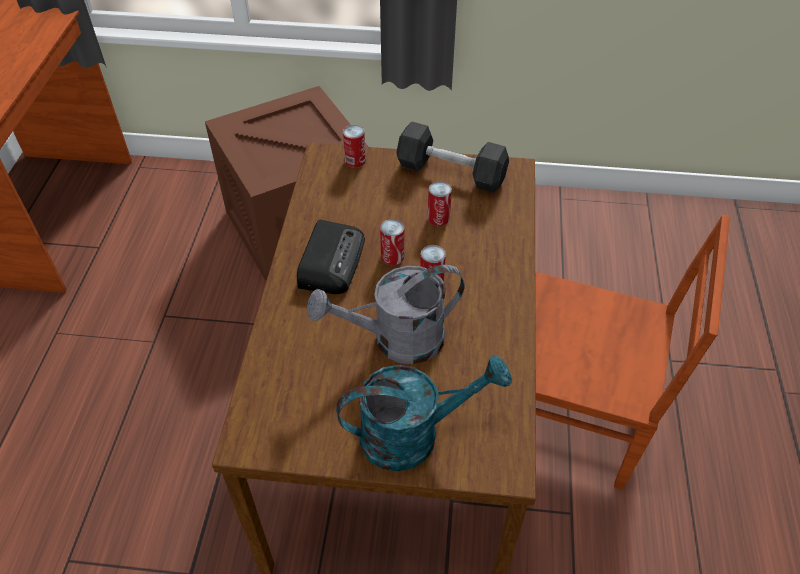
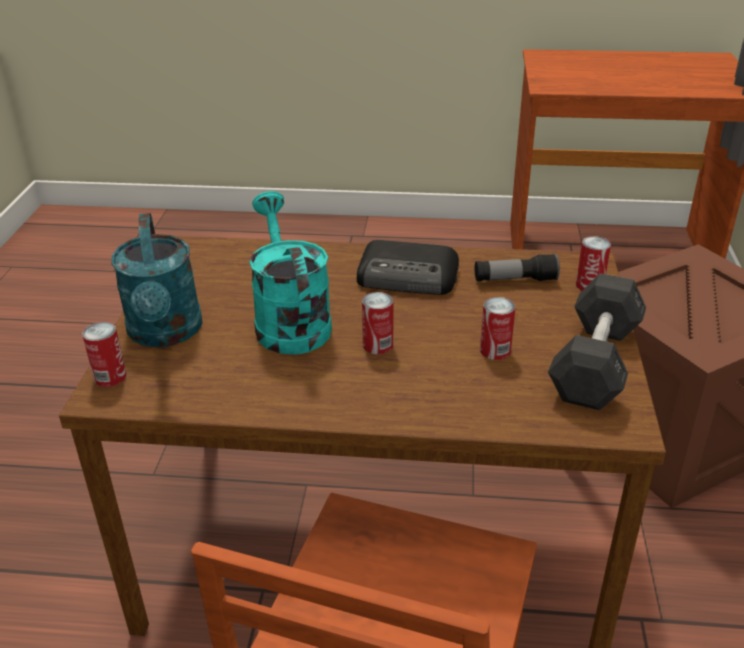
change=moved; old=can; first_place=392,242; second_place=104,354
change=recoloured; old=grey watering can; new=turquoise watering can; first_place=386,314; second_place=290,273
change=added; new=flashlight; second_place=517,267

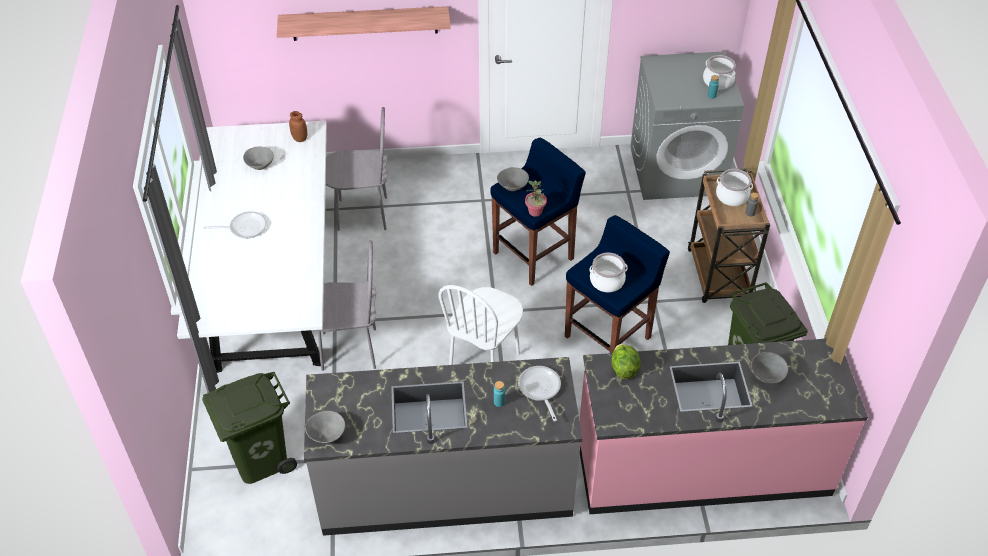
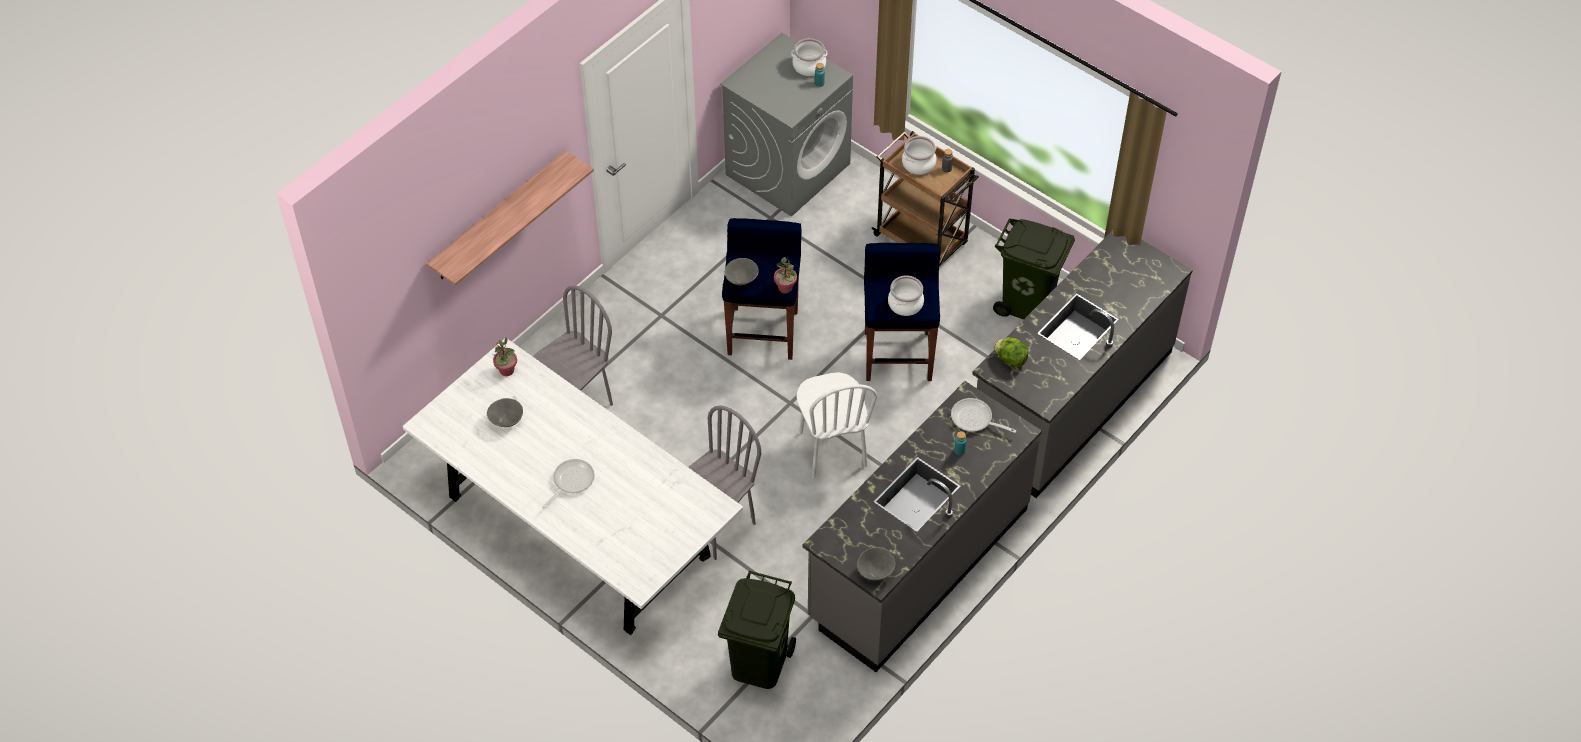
change=replaced; old=brown jar; new=potted plant; first_place=298,126; second_place=505,356
change=recoloured; old=pink counter; new=grey counter; first_place=723,426; second_place=1082,364
change=removed; old=grey bowl; first_place=769,368

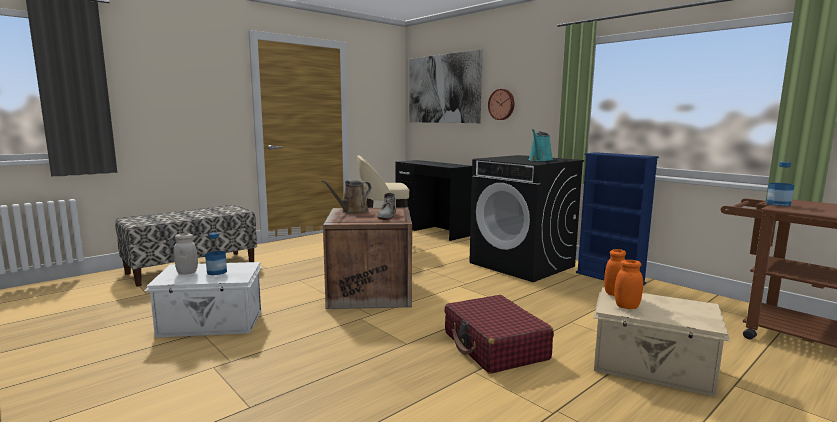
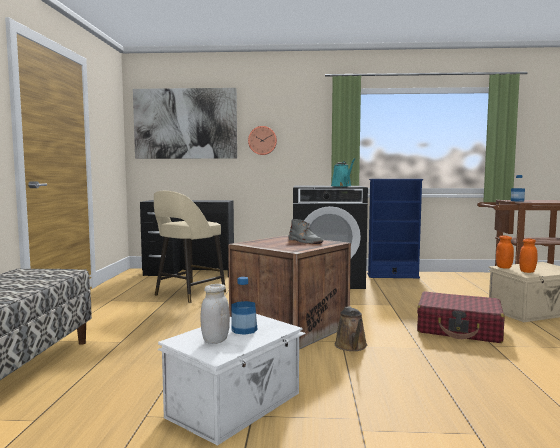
change=moved; old=brown watering can; first_place=346,197; second_place=351,329

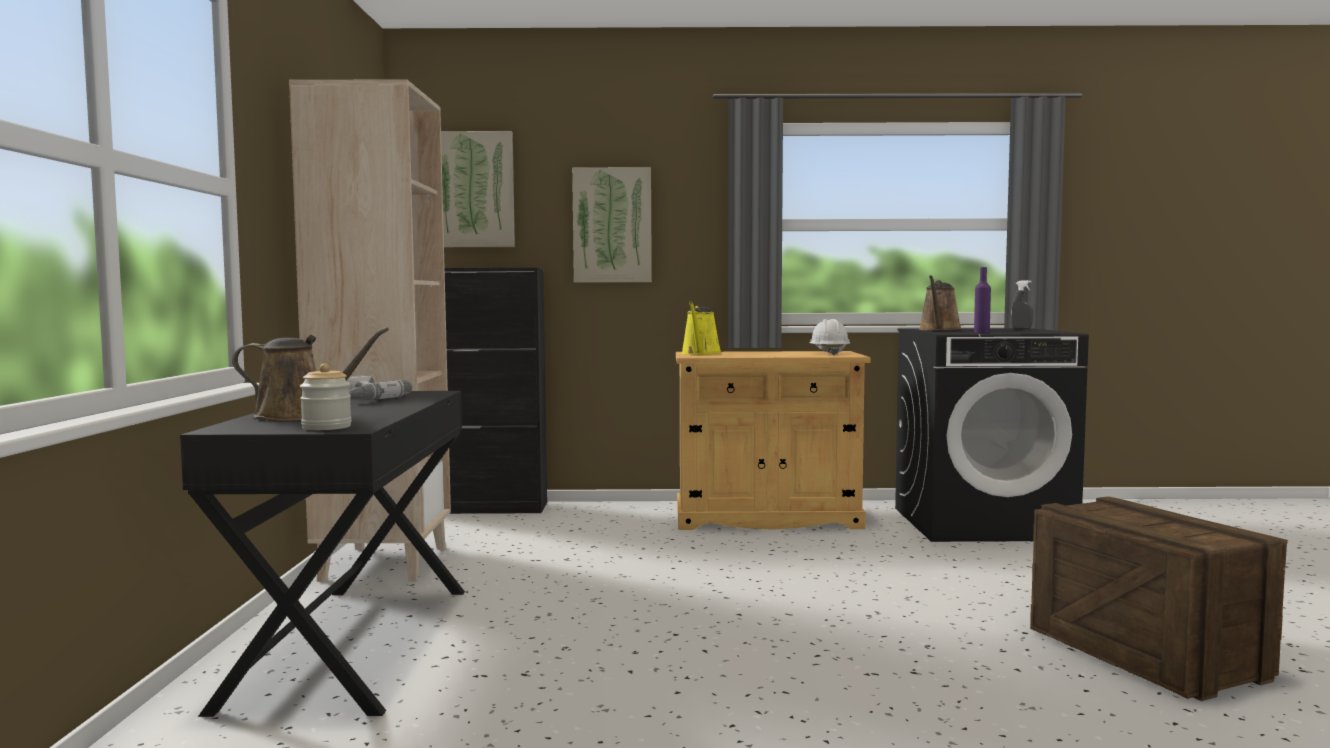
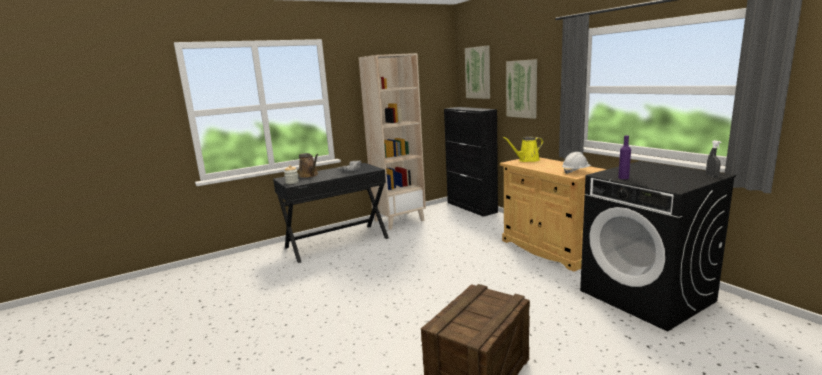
change=removed; old=brown watering can; first_place=940,303

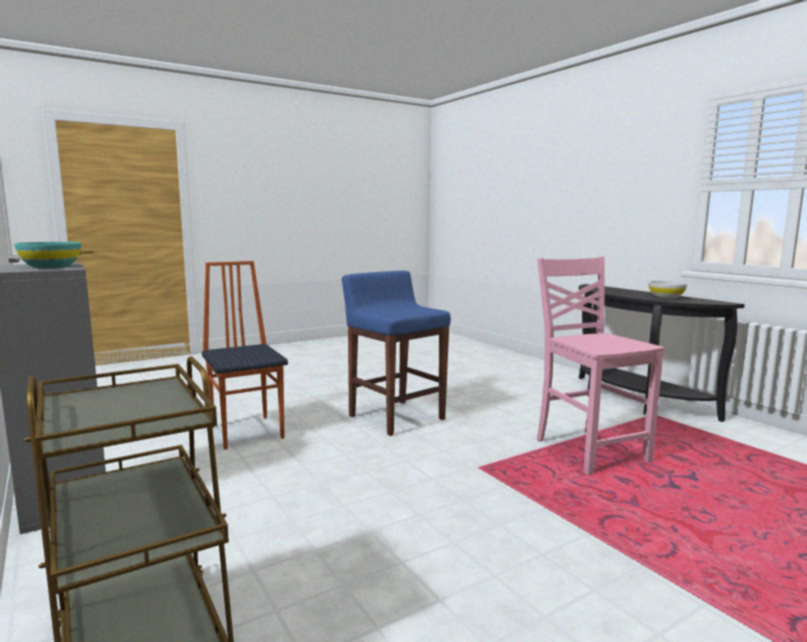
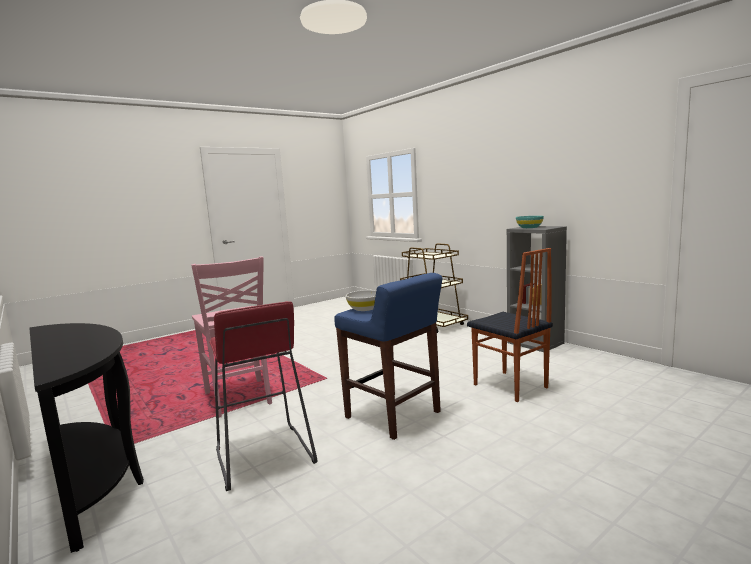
change=added; new=red stool; second_place=263,396
change=moved; old=white bowl; first_place=667,290; second_place=361,300

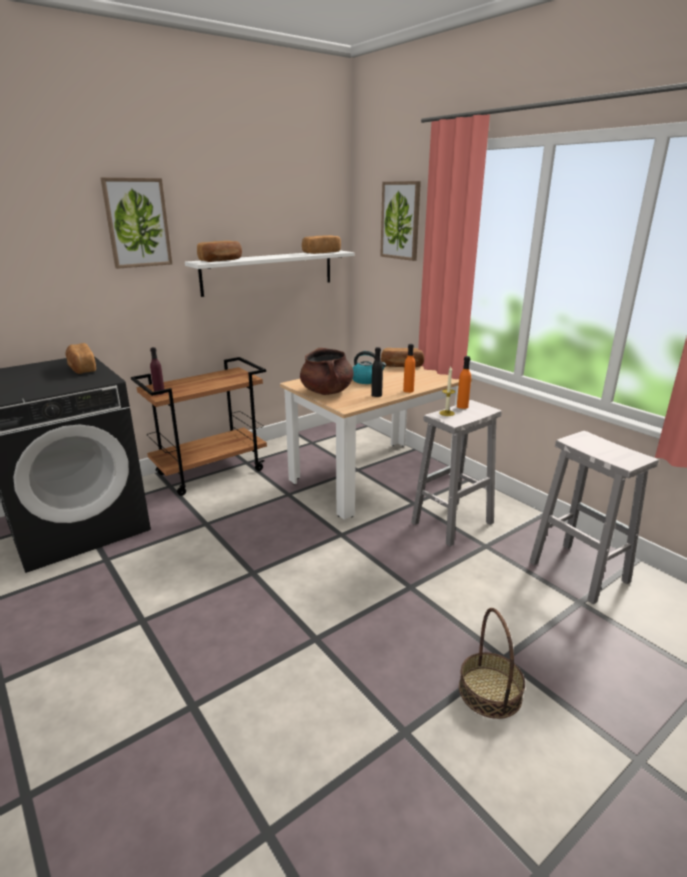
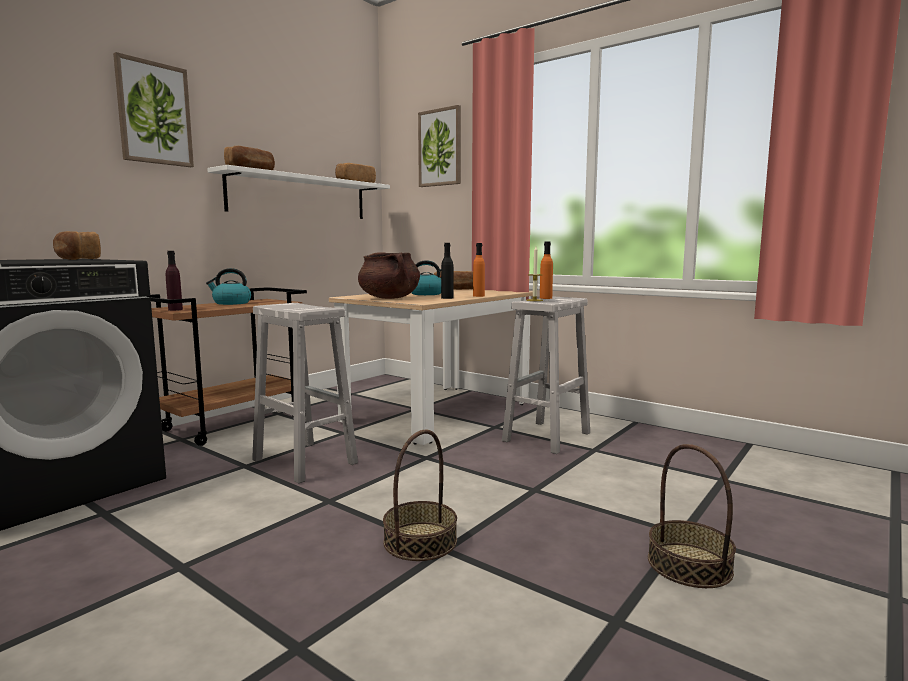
change=added; new=kettle; second_place=228,286
change=moved; old=white stool; first_place=594,517; second_place=305,393
change=added; new=basket; second_place=420,495

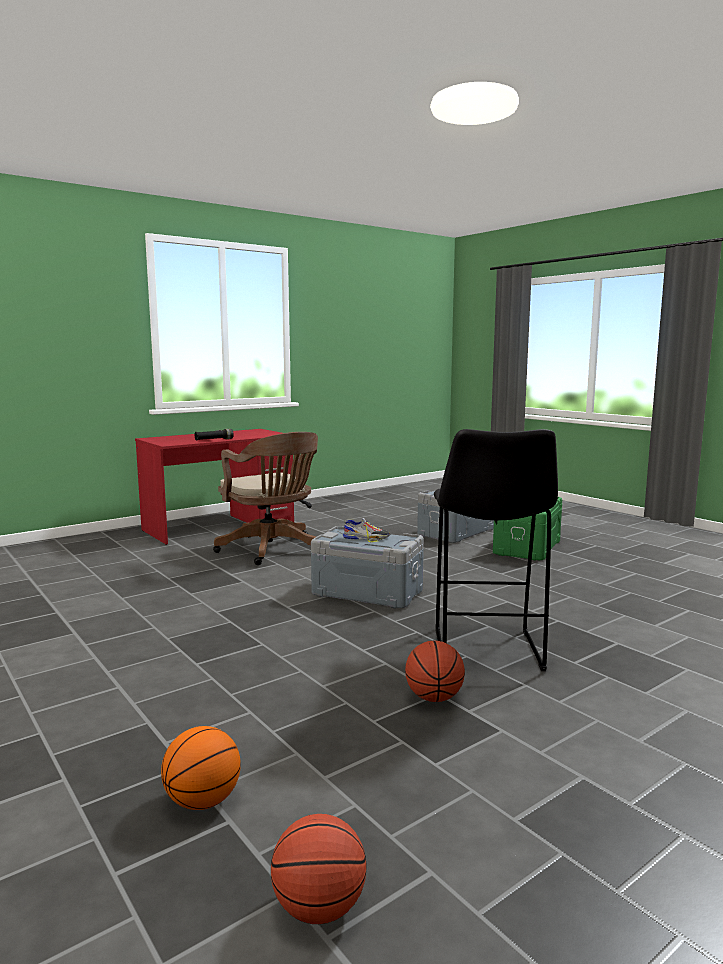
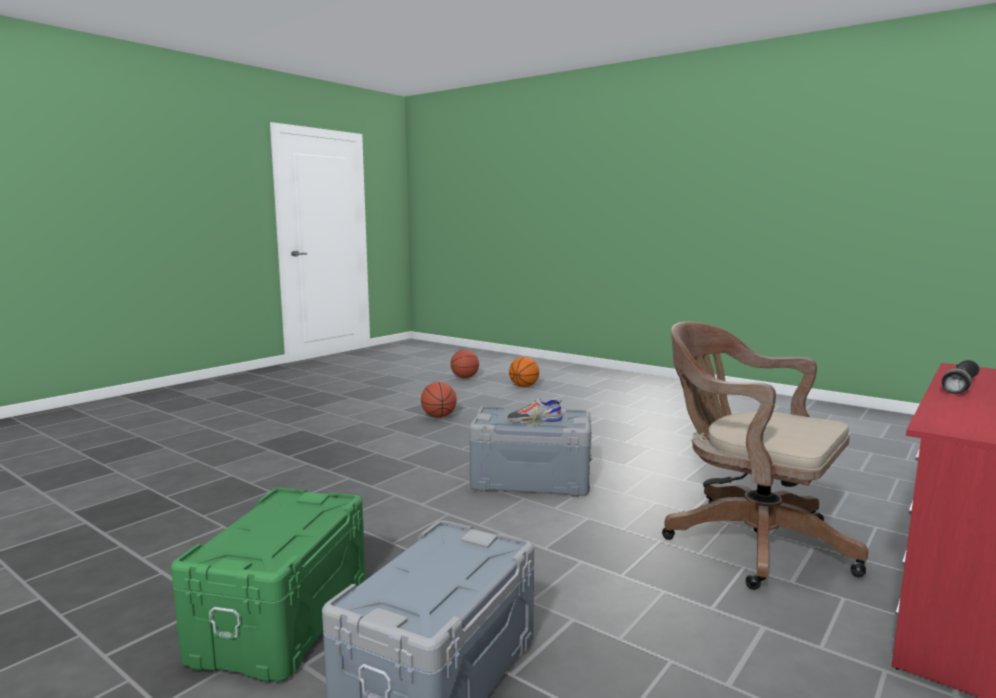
change=removed; old=black stool; first_place=496,550

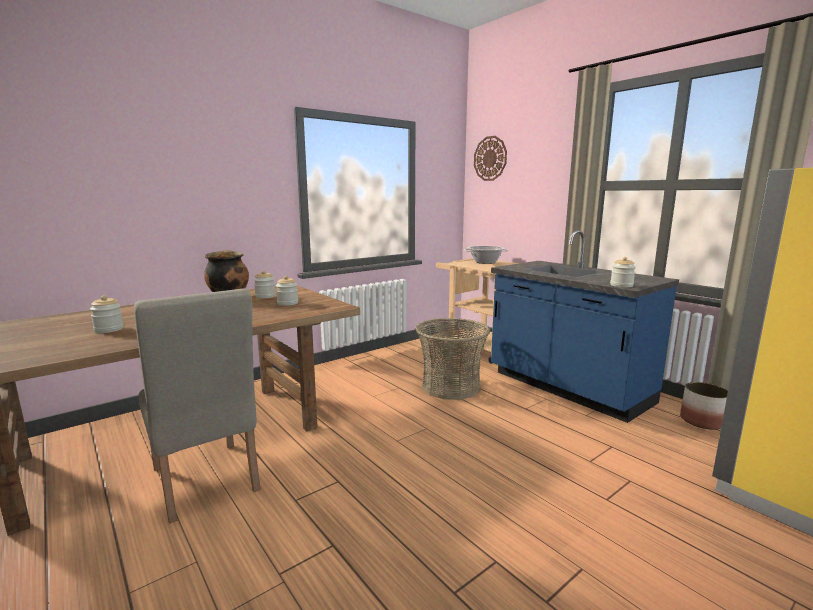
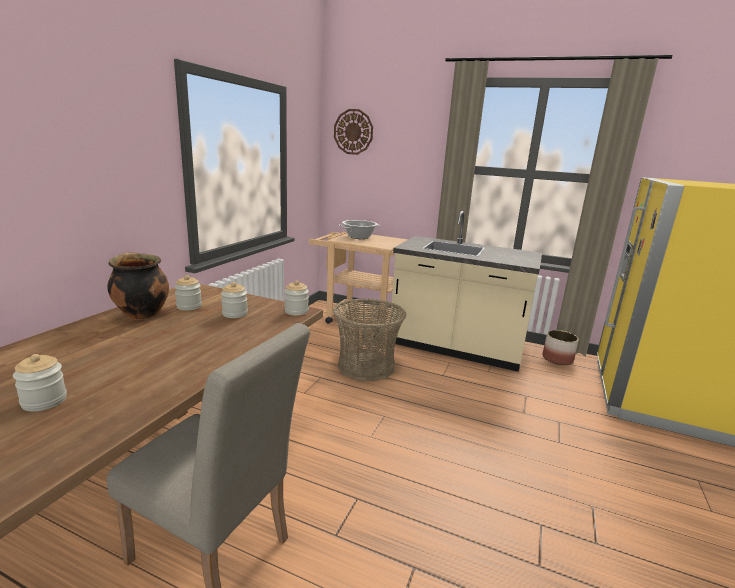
change=moved; old=jar; first_place=623,272; second_place=296,298
change=recoloured; old=blue counter; new=beige counter; first_place=585,326; second_place=466,291

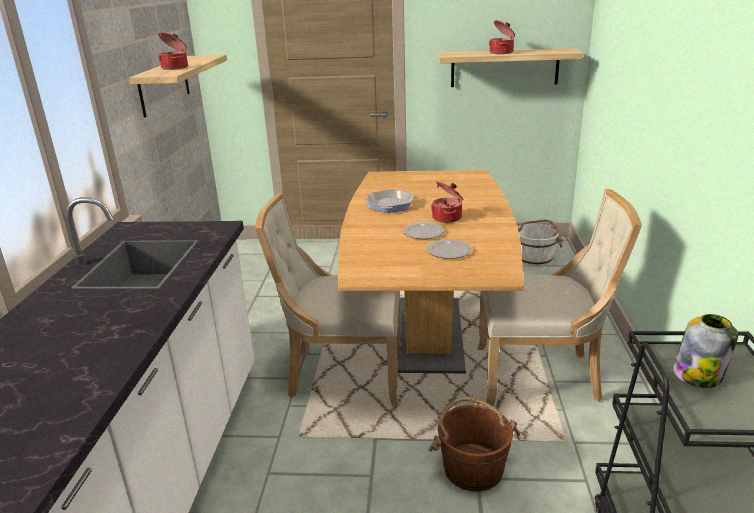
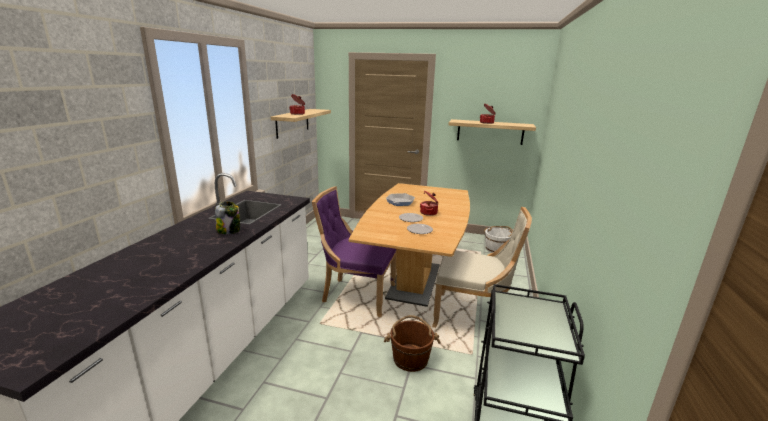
change=moved; old=jar; first_place=705,351; second_place=227,217
change=recoloured; old=beige chair; new=purple chair; first_place=328,299; second_place=354,251

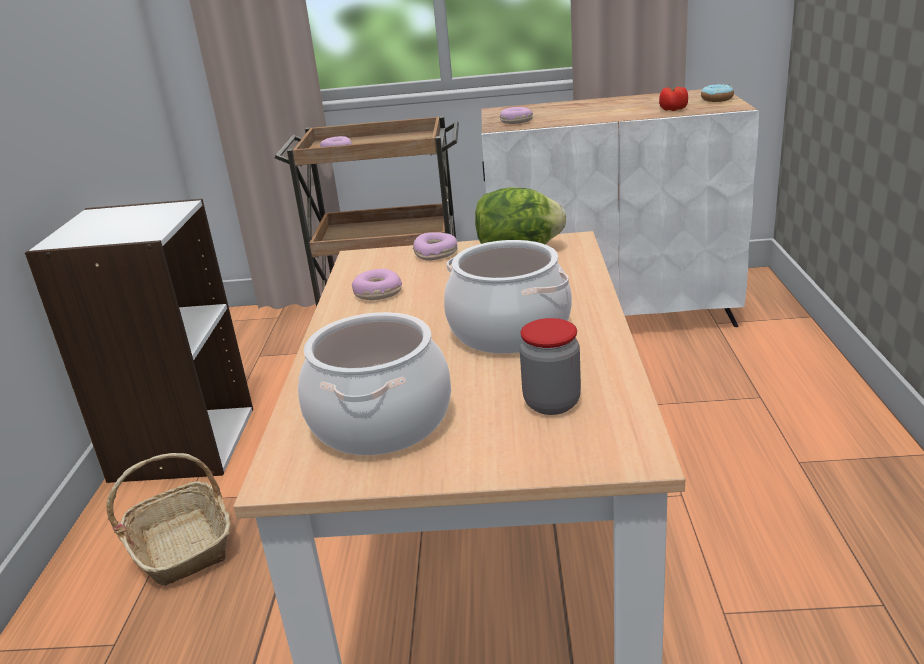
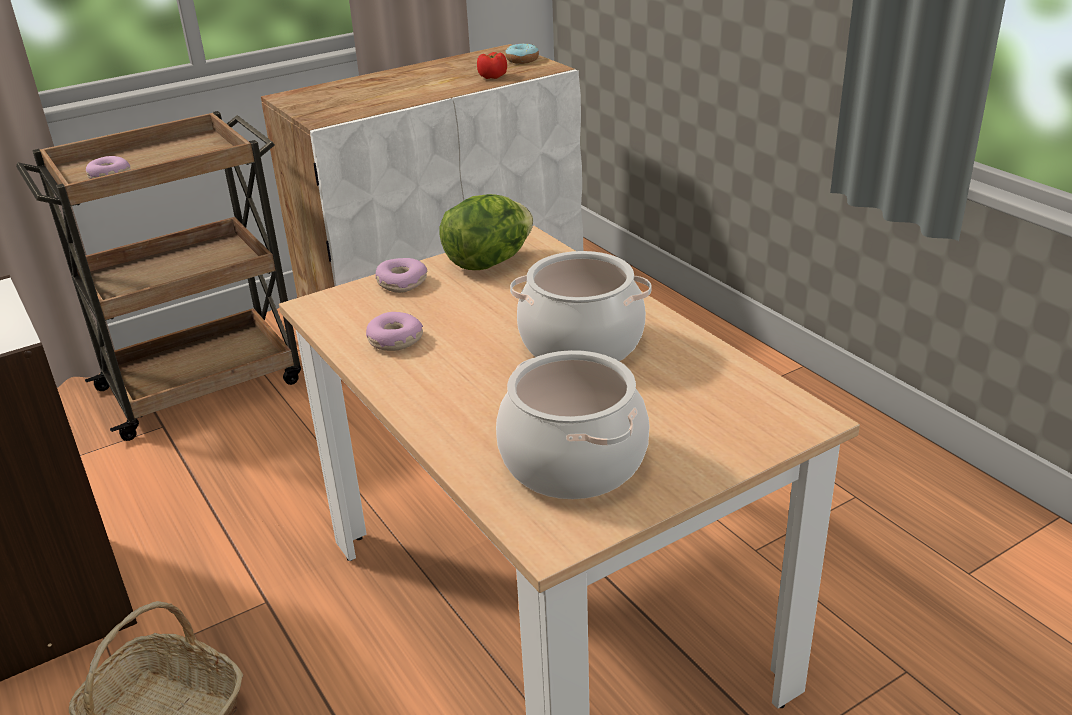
change=removed; old=donut; first_place=516,115
change=removed; old=jar; first_place=550,366

